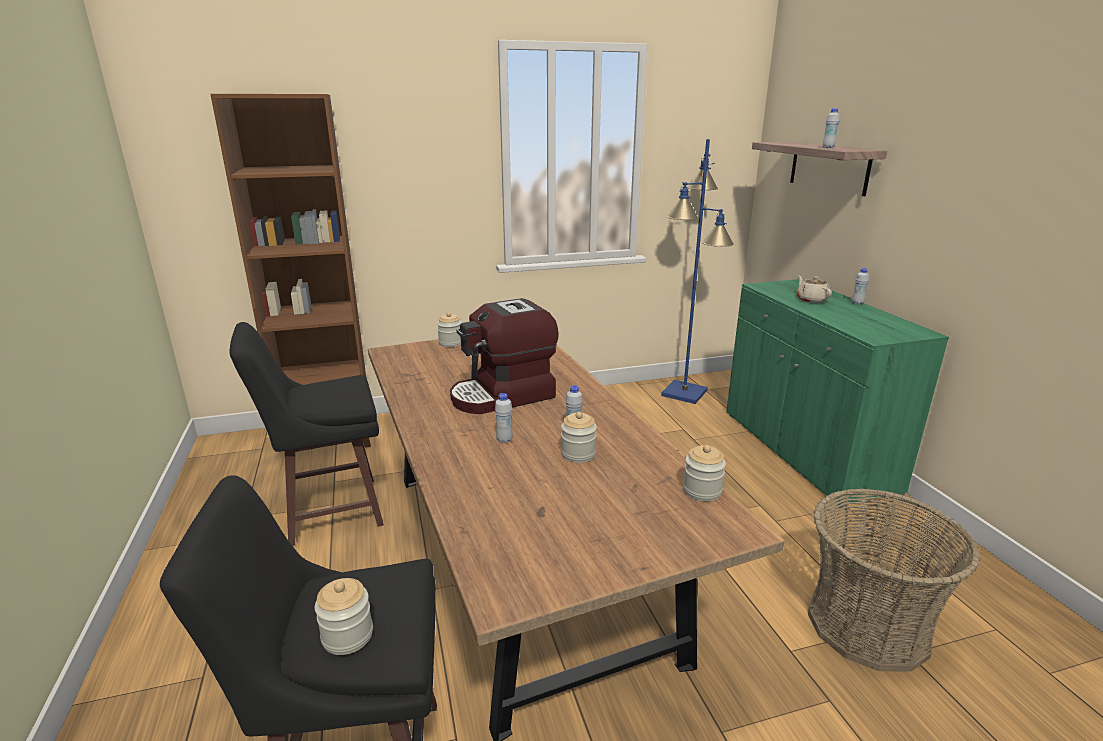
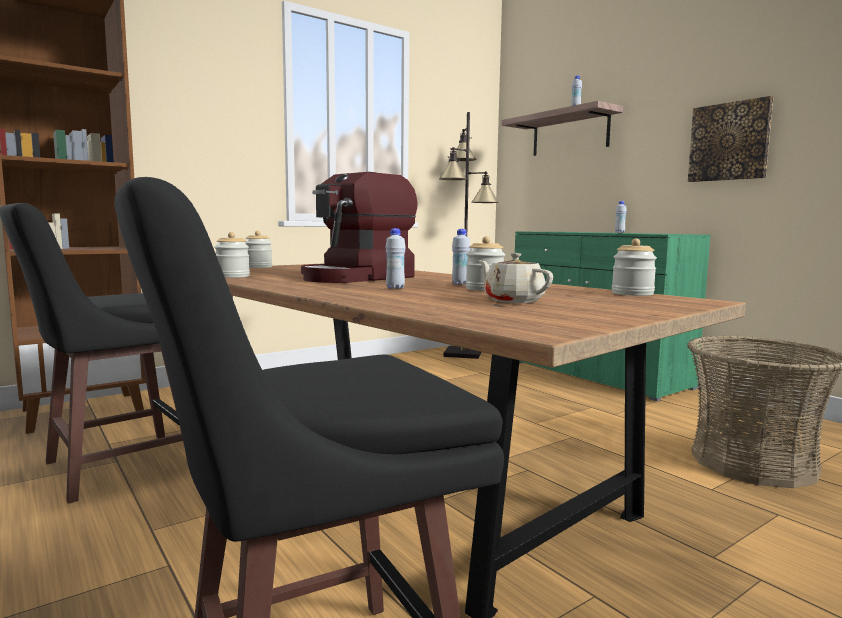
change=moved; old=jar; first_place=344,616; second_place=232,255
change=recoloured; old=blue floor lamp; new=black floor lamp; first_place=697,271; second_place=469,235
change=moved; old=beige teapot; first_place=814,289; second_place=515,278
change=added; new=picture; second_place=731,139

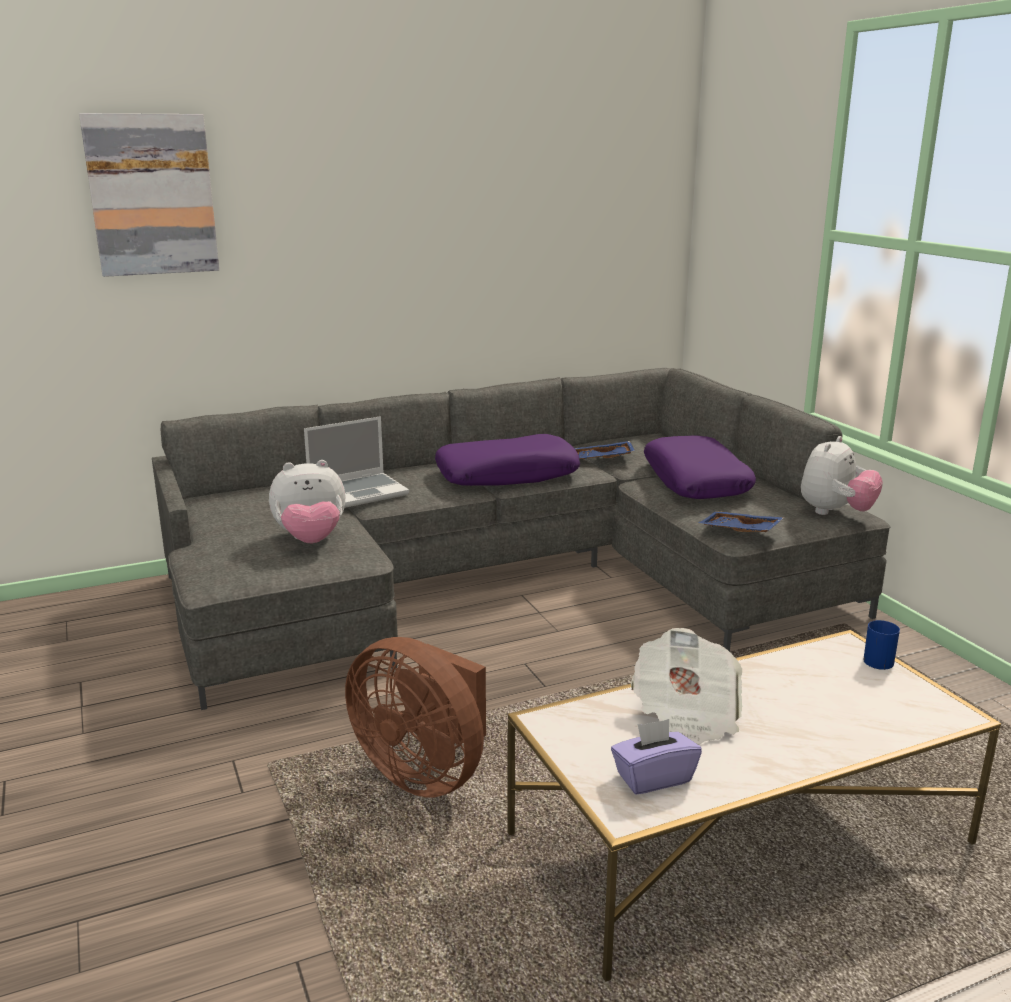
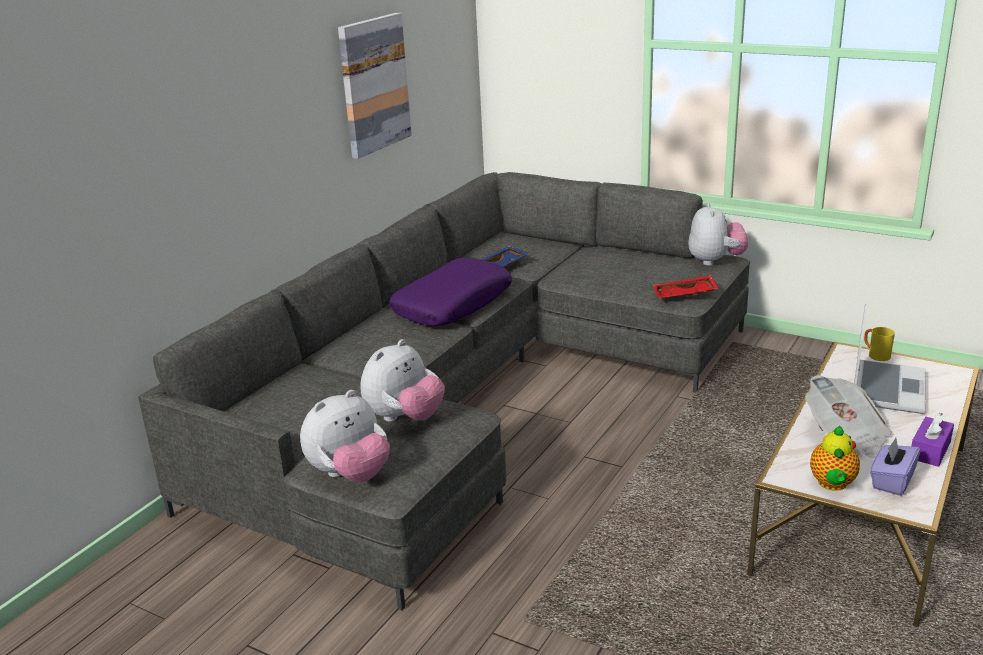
change=added; new=plush toy; second_place=345,436
change=moved; old=picture; first_place=149,195; second_place=375,86
change=recoloured; old=blue tray; new=red tray; first_place=741,521; second_place=685,286
change=added; new=teapot; second_place=835,458
change=moved; old=laptop; first_place=356,462; second_place=890,358
change=recoloured; old=blue mug; new=yellow mug; first_place=881,645; second_place=879,344
change=added; new=purple tissue box; second_place=933,439
change=removed; old=brown fan; first_place=415,717
change=removed; old=purple pillow; first_place=700,467

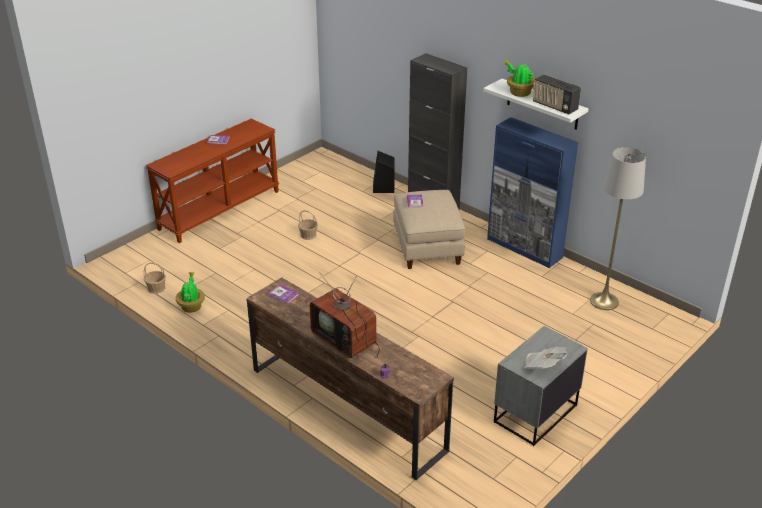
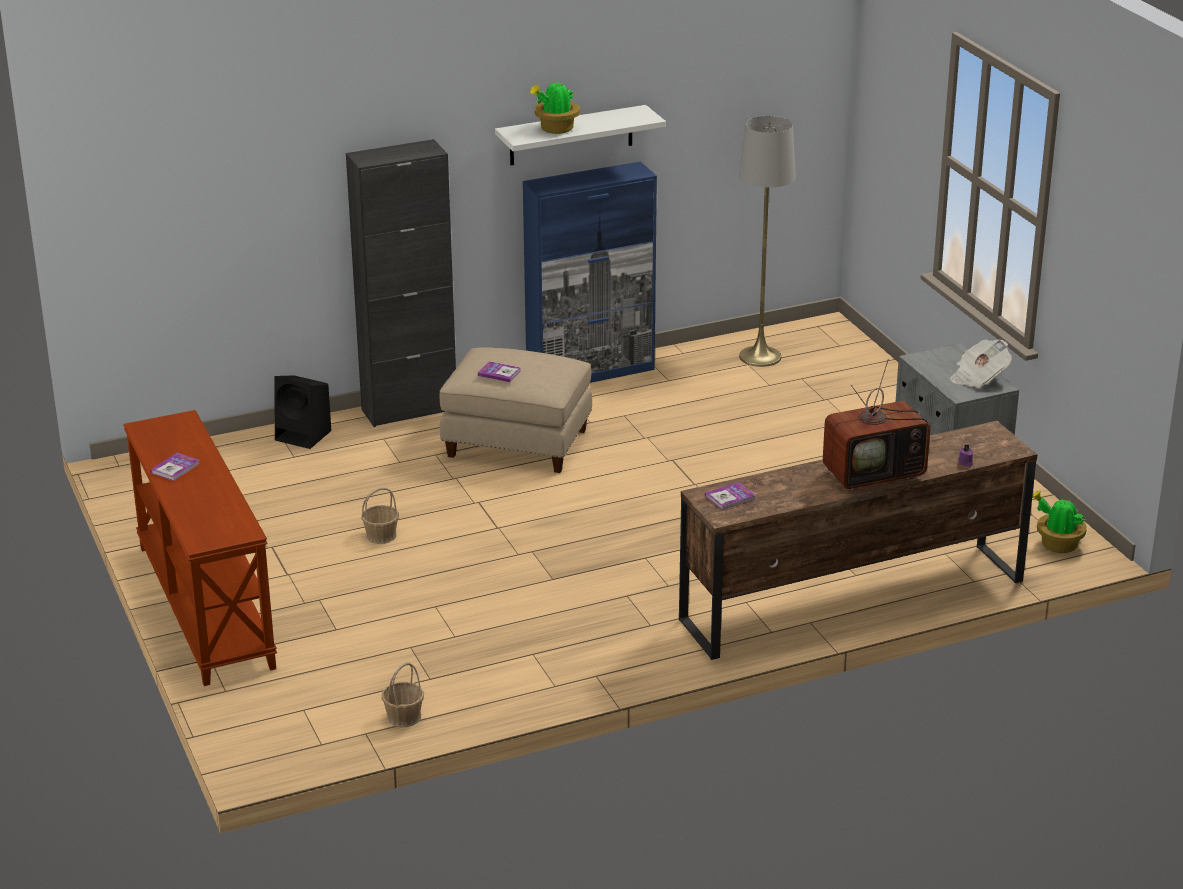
change=moved; old=potted plant; first_place=190,292; second_place=1059,522
change=removed; old=radio; first_place=556,94

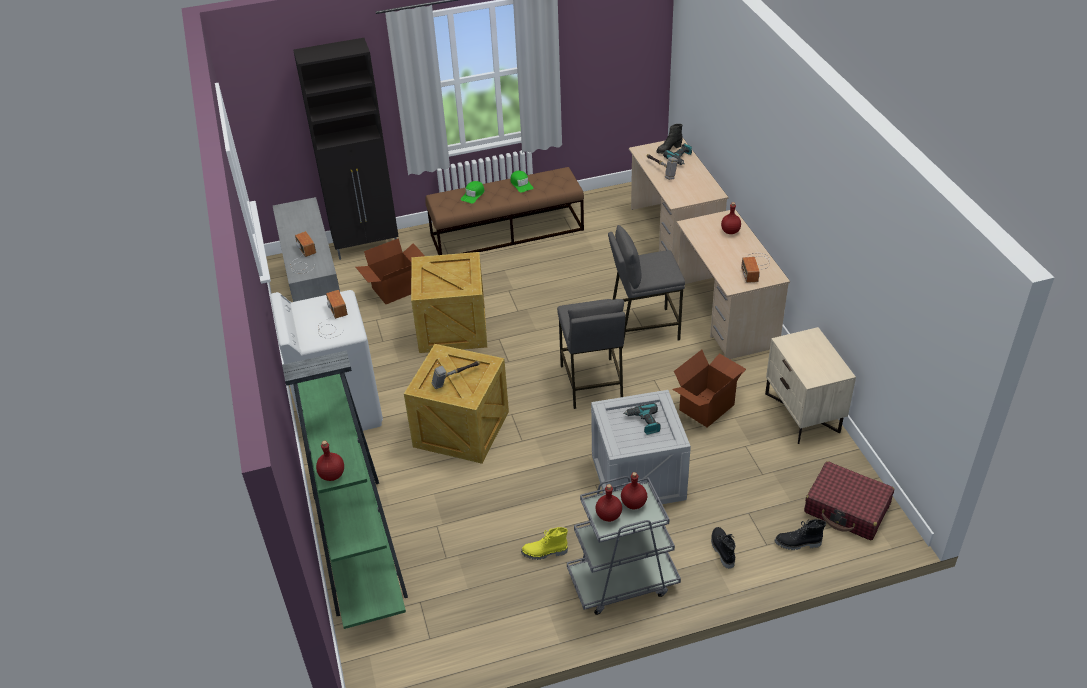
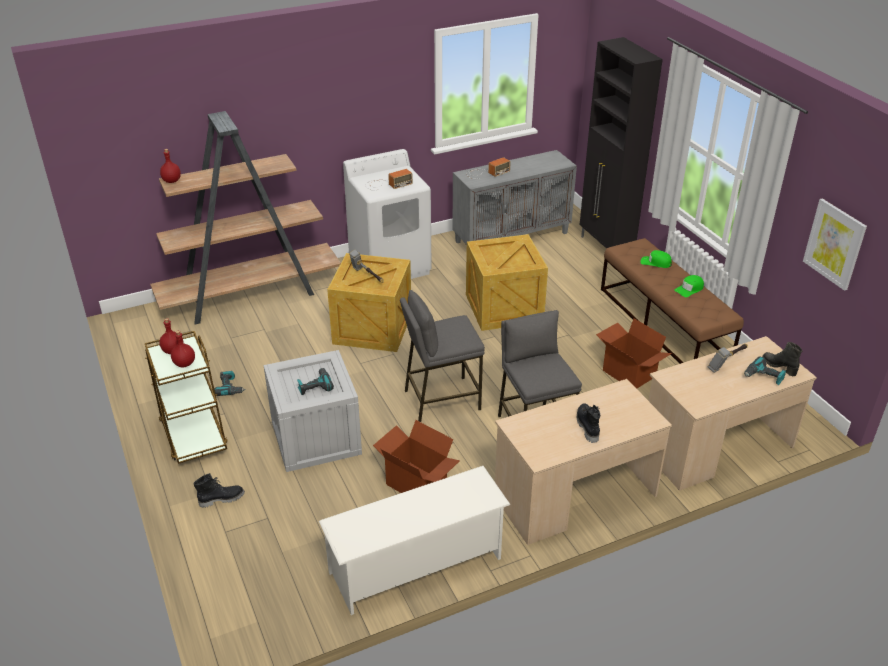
change=recoloured; old=grey cart; new=brown cart; first_place=624,545; second_place=186,397
change=recoloured; old=green bookcase; new=brown bookcase; first_place=345,489; second_place=245,218
change=replaced; old=yellow boot; new=power drill; first_place=544,543; second_place=230,383
change=replaced; old=beige nightstand; new=white shoe rack; first_place=810,385; second_place=414,540
change=moved; old=black boot; first_place=800,534; second_place=588,423
change=moved; old=cardboard box; first_place=390,271; second_place=634,353
change=added; new=picture; second_place=835,245
change=removed; old=red bottle; first_place=731,218
change=removed; old=radio; first_place=755,268
change=removed; old=red suitcase; first_place=849,500

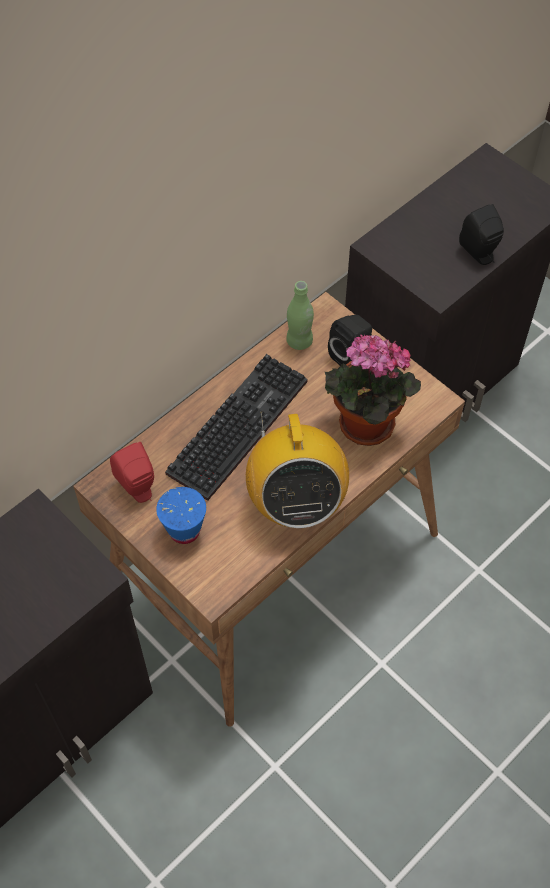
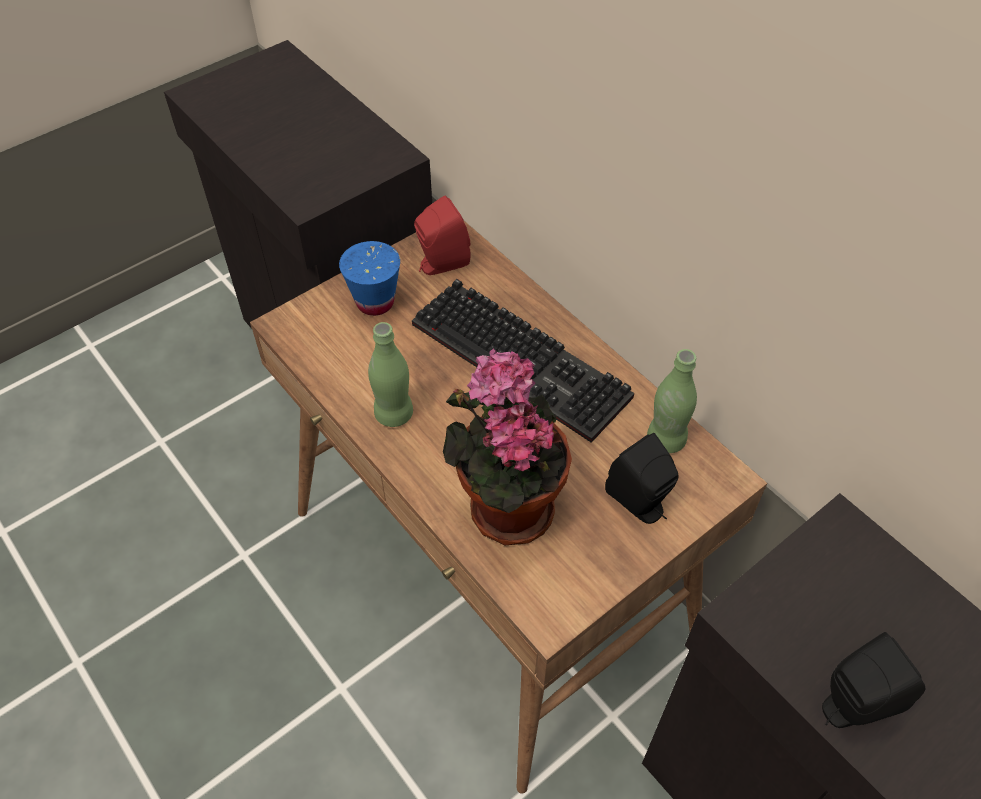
change=replaced; old=radio; new=green bottle; first_place=297,469; second_place=390,374

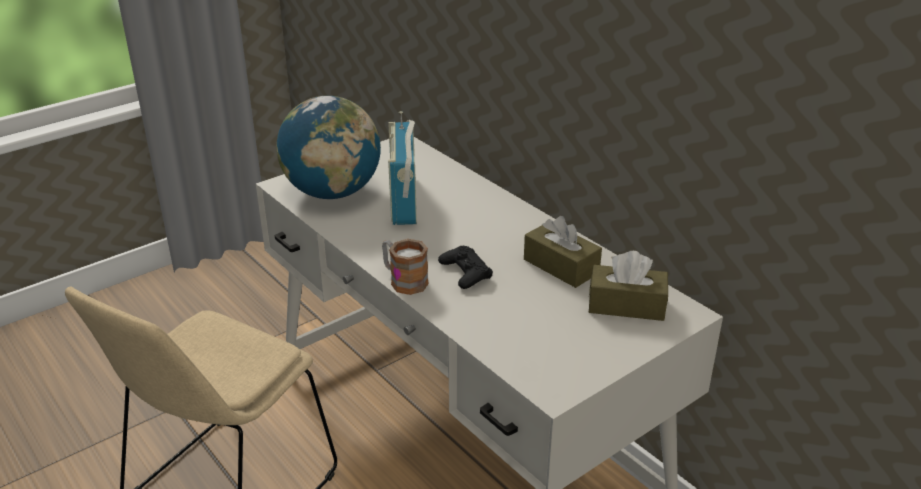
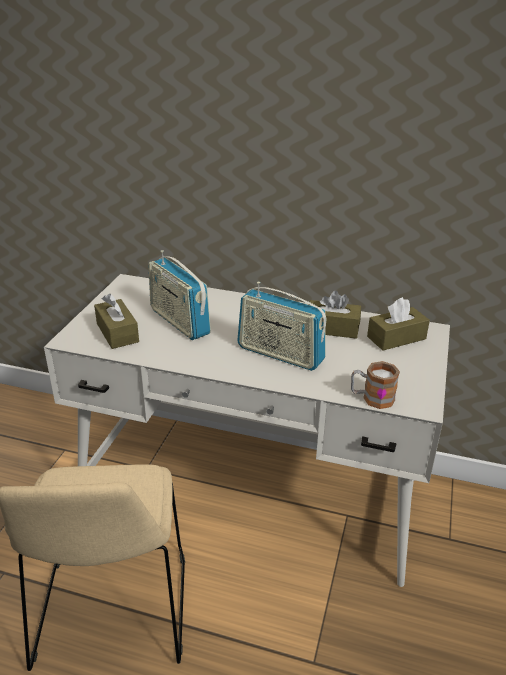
change=replaced; old=globe; new=brown tissue box; first_place=328,147; second_place=116,321
change=replaced; old=black game controller; new=radio; first_place=465,267; second_place=281,326
change=moved; old=mug; first_place=405,267; second_place=375,385

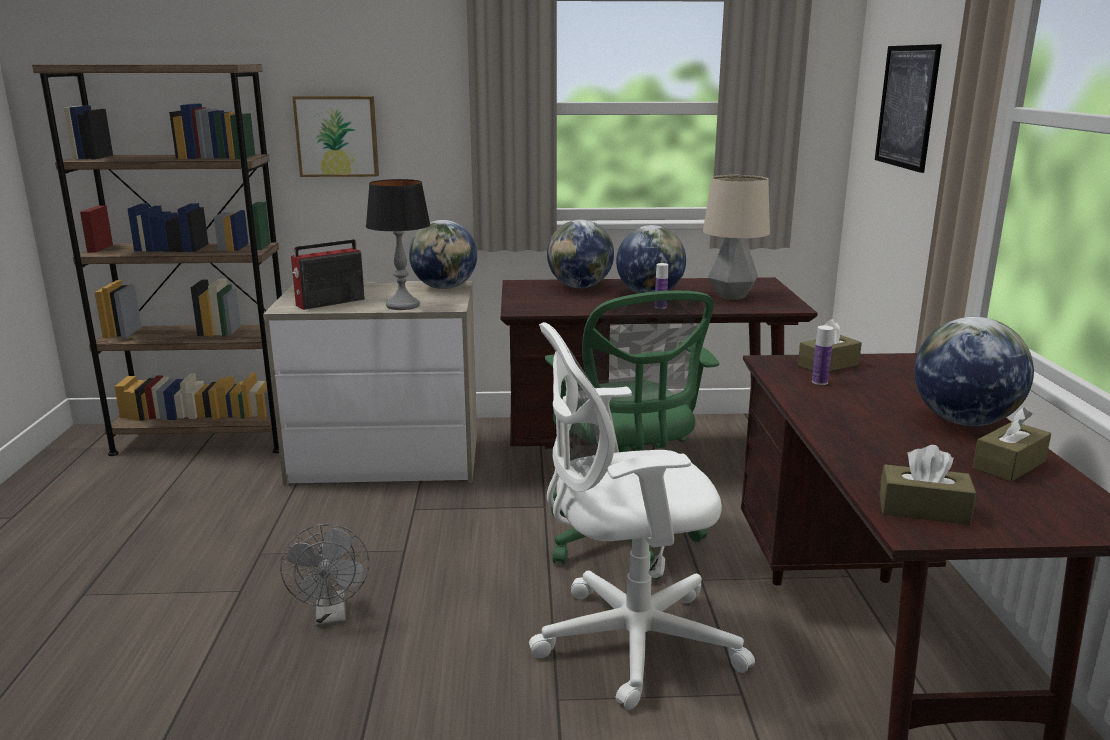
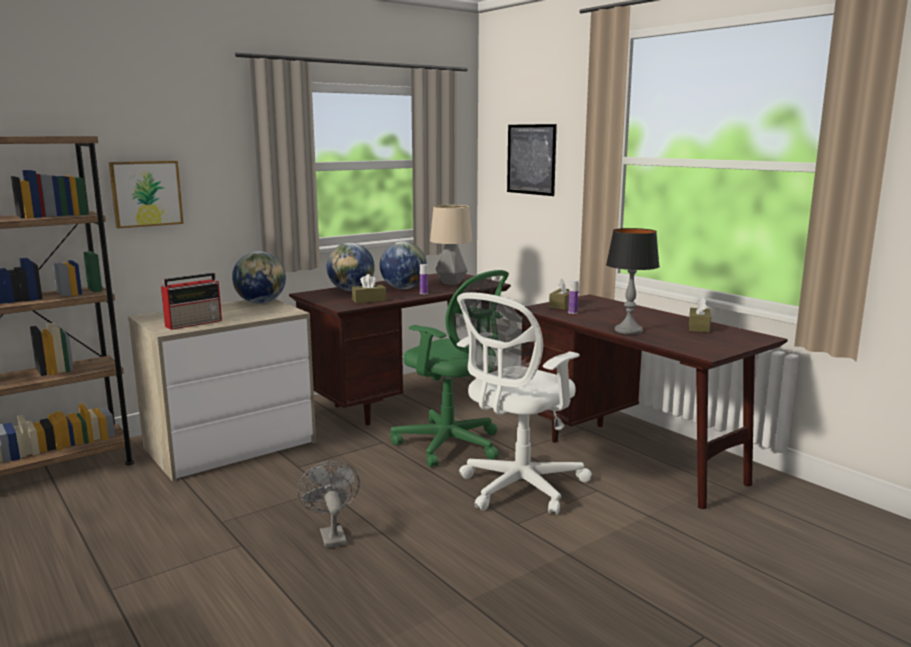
change=turned; old=radio; first_place=328,274; second_place=191,301; degrees=-150
change=turned; old=grey fan; first_place=325,575; second_place=328,504; degrees=-150
change=moved; old=brown tissue box; first_place=928,485; second_place=369,288
change=moved; old=table lamp; first_place=398,244; second_place=633,281
change=removed; old=globe; first_place=974,371

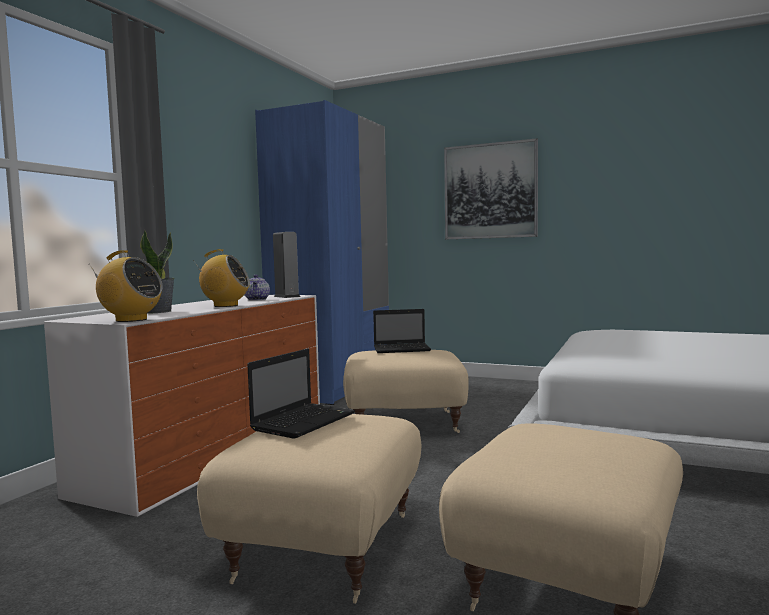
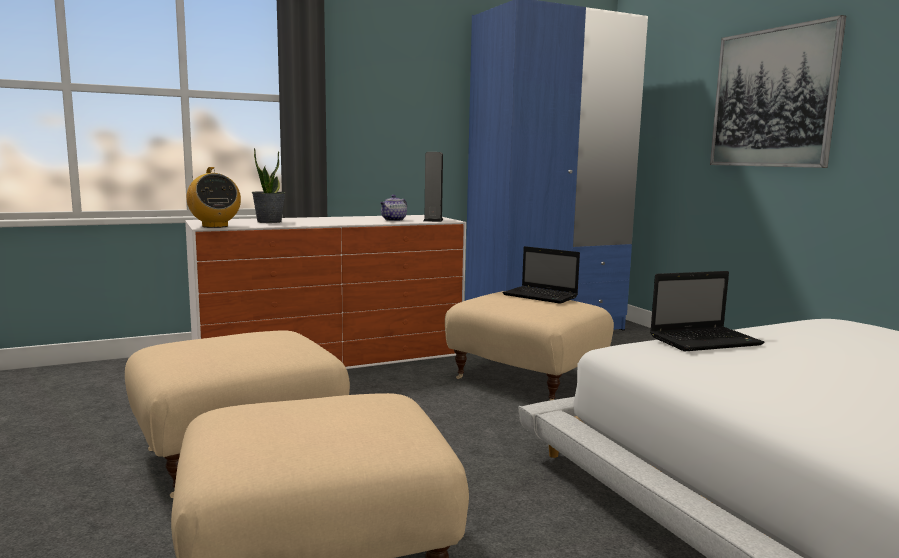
change=moved; old=laptop; first_place=301,394; second_place=707,311
change=removed; old=radio; first_place=221,278

